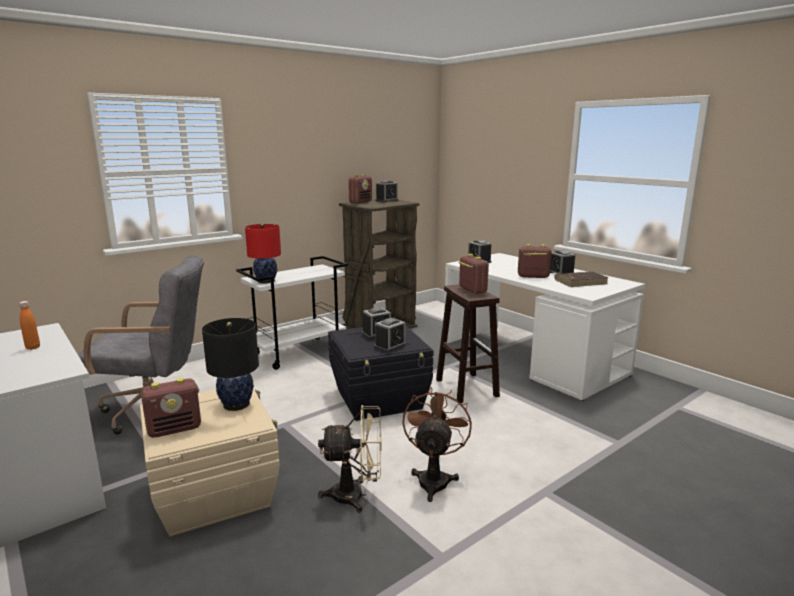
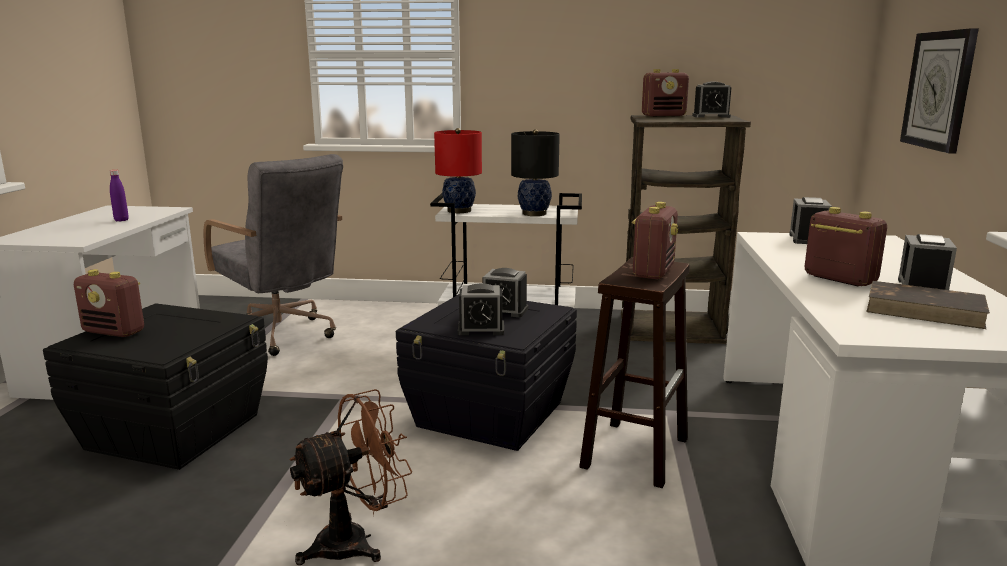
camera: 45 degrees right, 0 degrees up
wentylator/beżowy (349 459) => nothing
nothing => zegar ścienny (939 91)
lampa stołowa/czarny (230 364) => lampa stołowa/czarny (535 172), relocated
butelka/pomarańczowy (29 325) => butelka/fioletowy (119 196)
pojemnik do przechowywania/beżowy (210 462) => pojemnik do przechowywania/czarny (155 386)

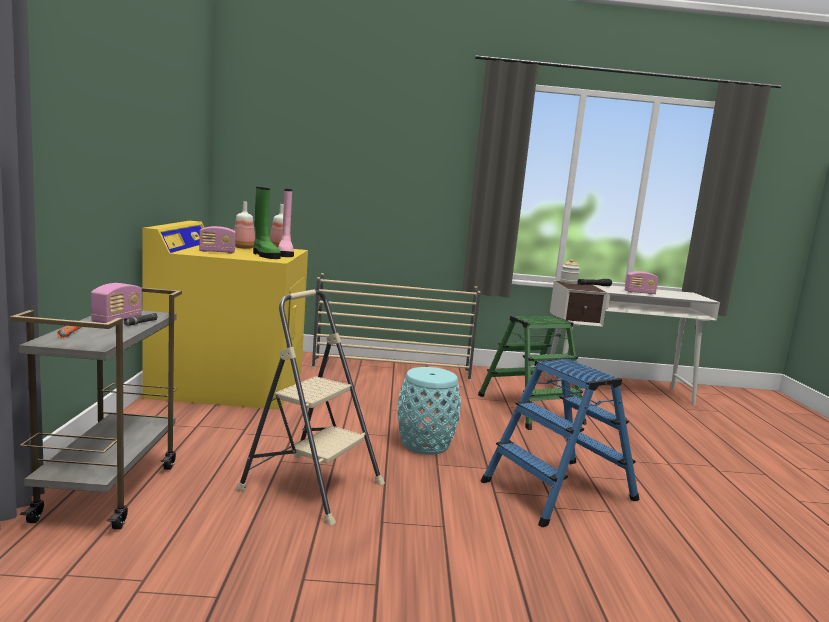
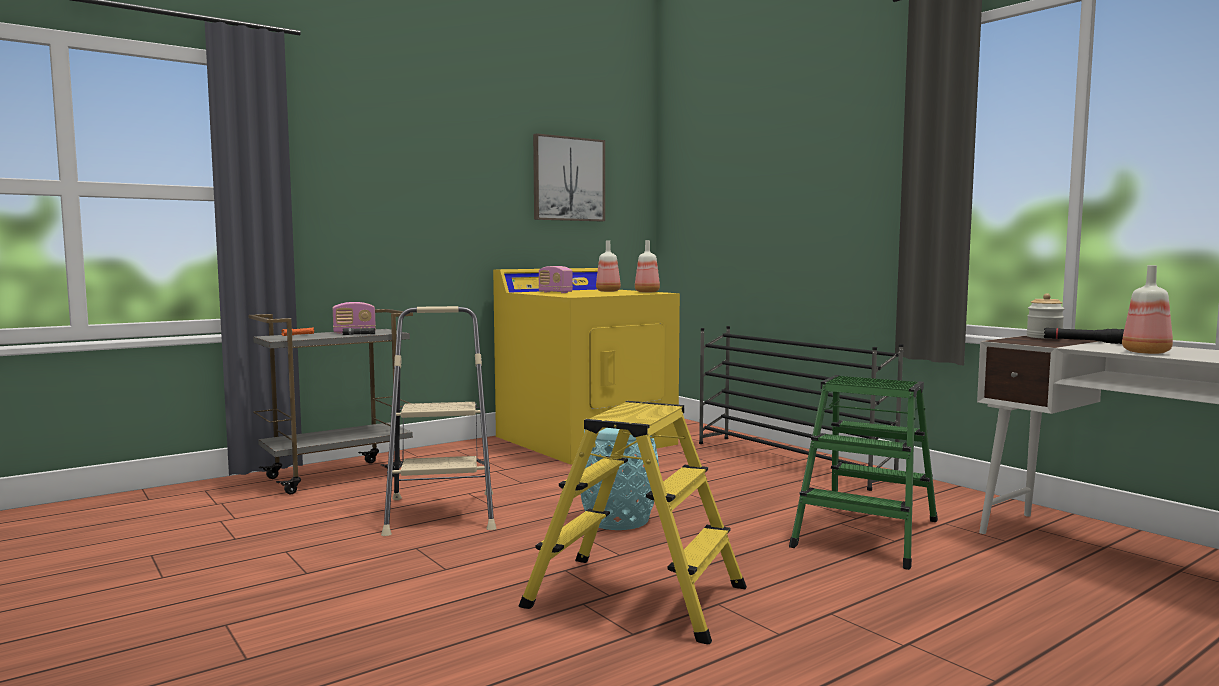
camera: 55 degrees right, 5 degrees down
but z cholewką/zielony (267 223) => nothing
but z cholewką/różowy (286 223) => nothing
nothing => obraz (569 177)
radio (642 283) => butelka (1147 309)
regał na buty/beżowy (396 327) => regał na buty/czarny (801 408)
drabinka/niebieski (560 442) => drabinka/żółty (633 522)

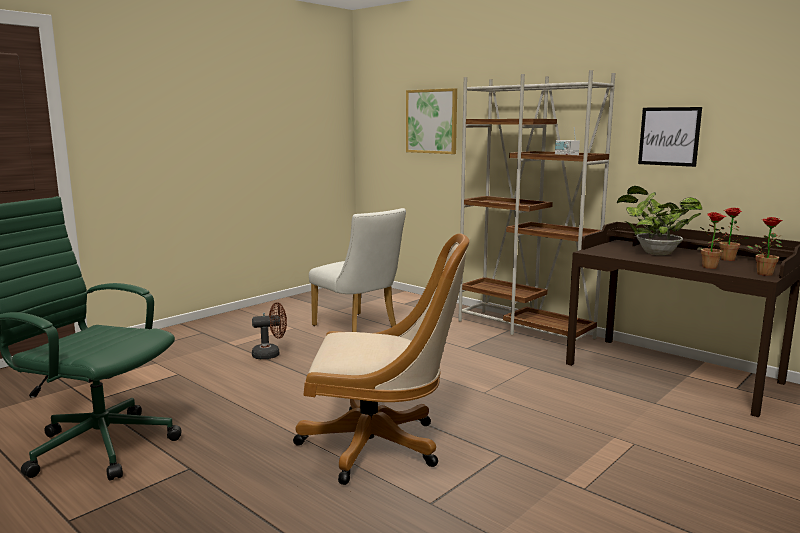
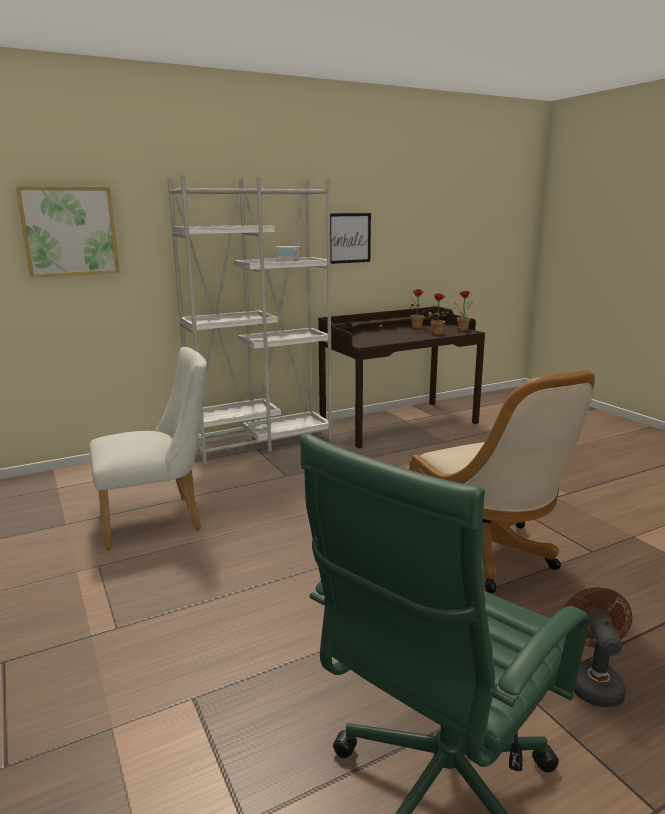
camera: 70 degrees left, 5 degrees up
roślina doniczkowa (660 220) => nothing
wentylator/brązowy (269 330) => wentylator/brązowy (598 647), relocated
regał/brązowy (536 205) => regał/biały (250 320)
krzesło biurowe (381 359) => krzesło biurowe (502 481), 135 degrees clockwise

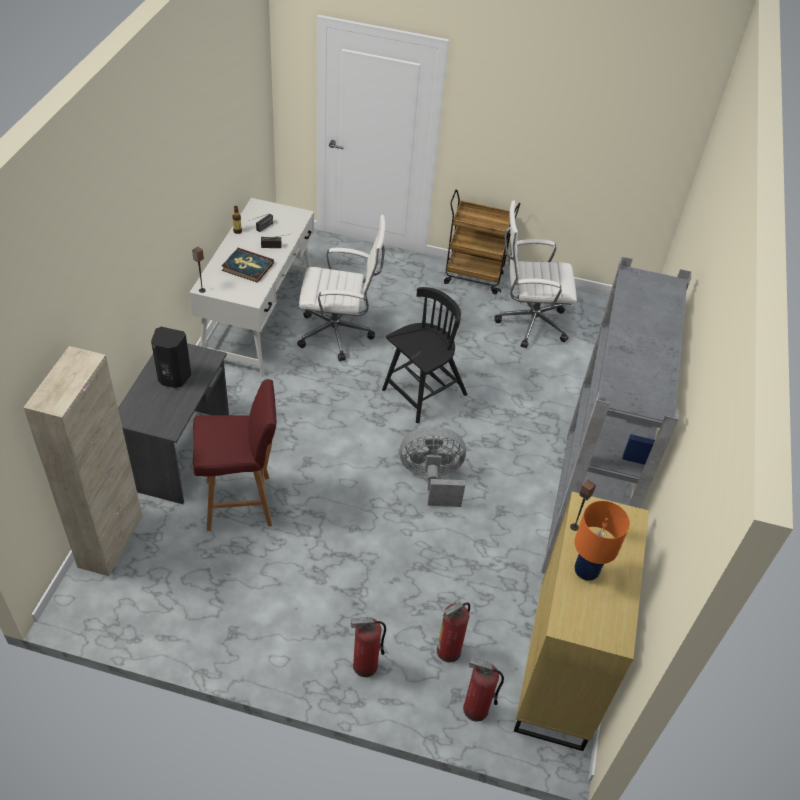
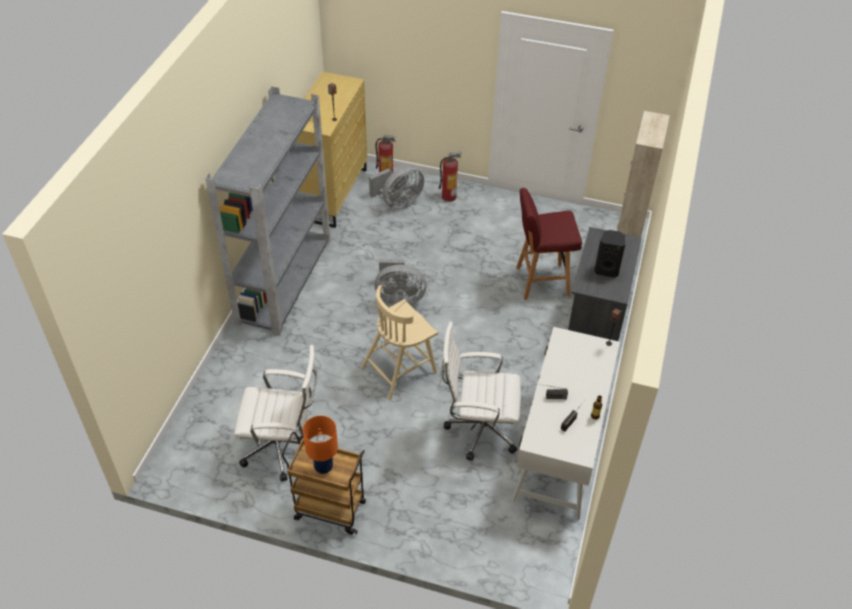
camera: 175 degrees left, 0 degrees up
książka (248 265) => nothing
lampa stołowa/pomarańczowy (602 541) => lampa stołowa/pomarańczowy (320 445), relocated
gaśnica (453 632) => wentylator/szary (396 187)
krzesło/czarny (424 355) => krzesło/beżowy (399 342)

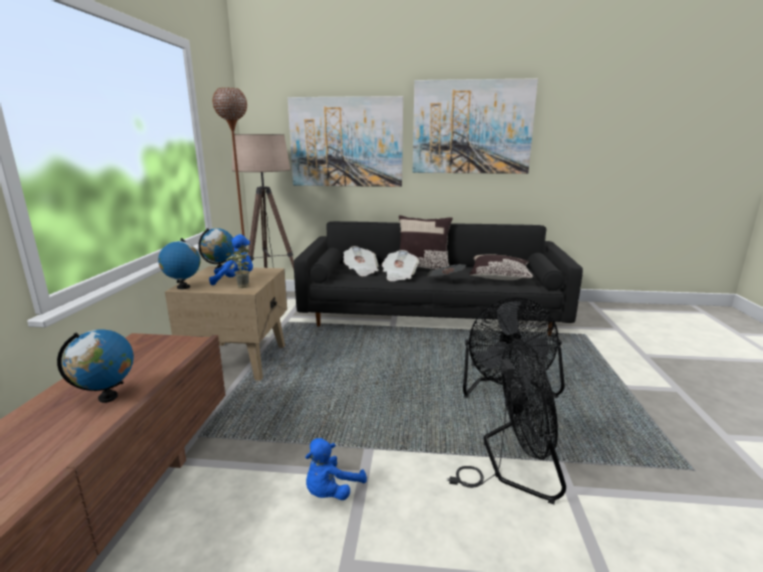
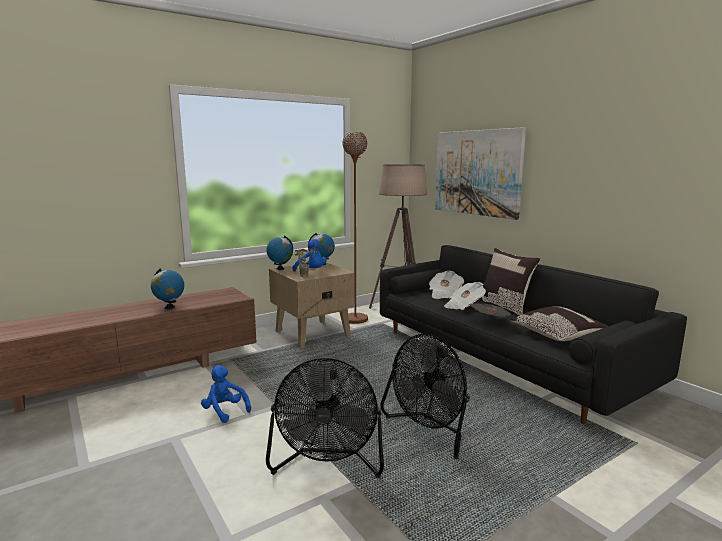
camera: 50 degrees right, 5 degrees down
obraz (475 126) => nothing
pluszak/niebieski (336 469) => pluszak/niebieski (226 394), 45 degrees clockwise
wentylator/czarny (506 423) => wentylator/czarny (325 418), 45 degrees clockwise

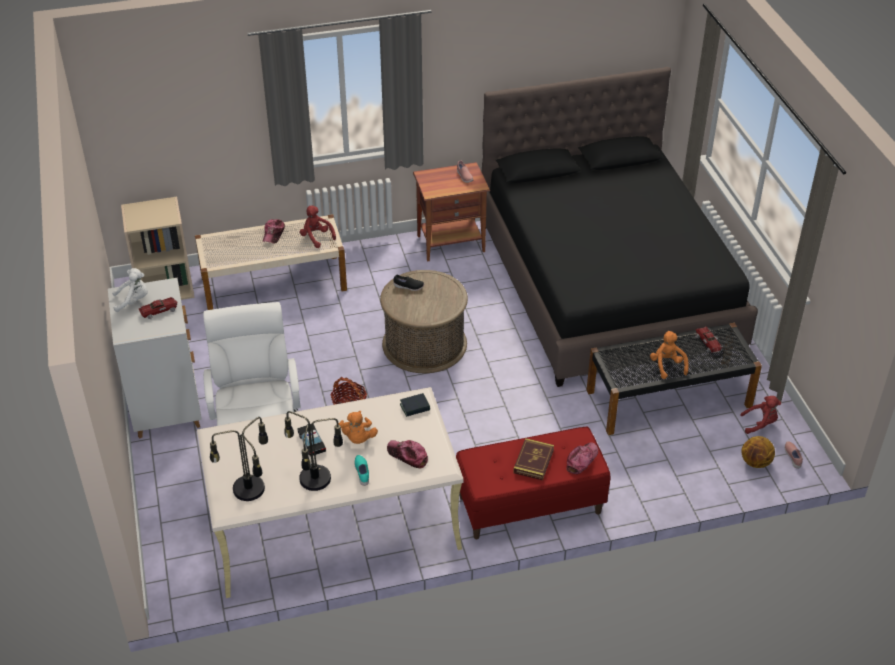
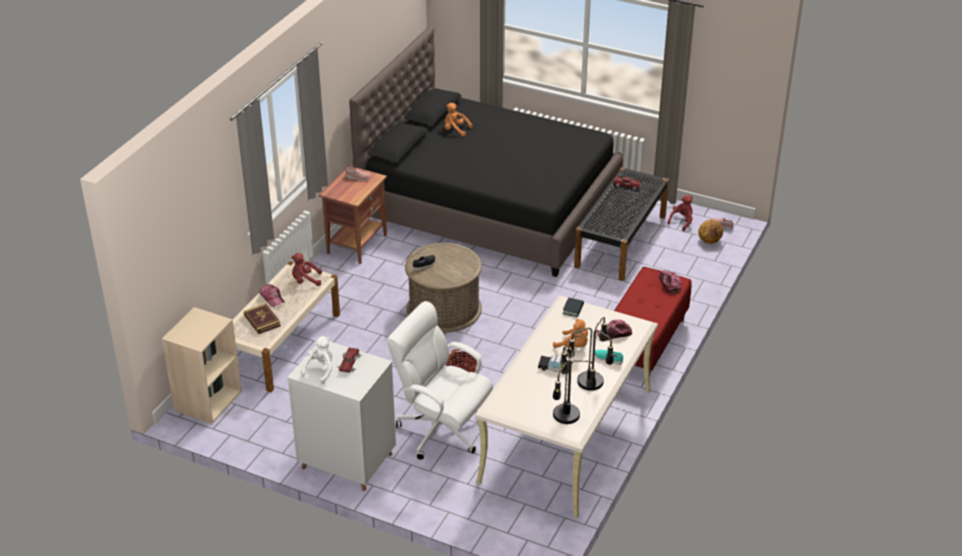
camera: 50 degrees left, 5 degrees down
książka (533 459) => książka (262 318), relocated
pluszak/pomarańczowy (669 355) => pluszak/pomarańczowy (458 119), relocated

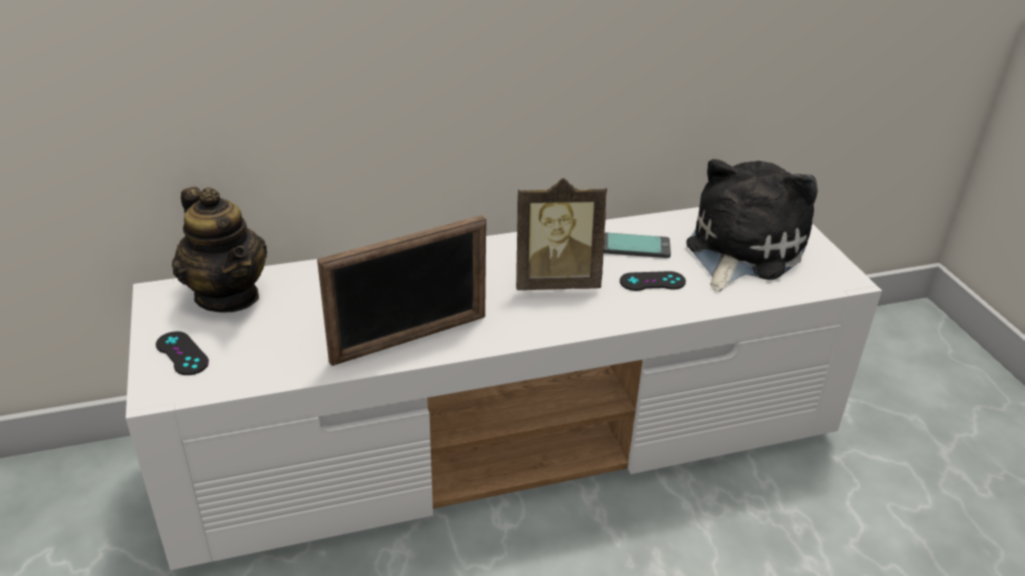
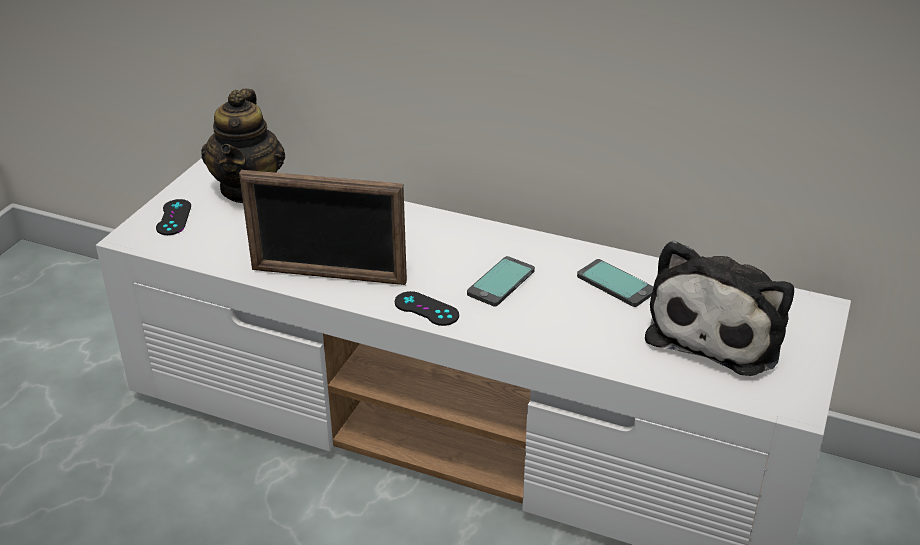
camera: 40 degrees right, 0 degrees up
pad do gier/czarny (653 281) => pad do gier/czarny (427 308), relocated
ramka na zdjęcie (561 234) => telefon (501 281)
pluszak (752 225) => pluszak (719 308), 135 degrees clockwise

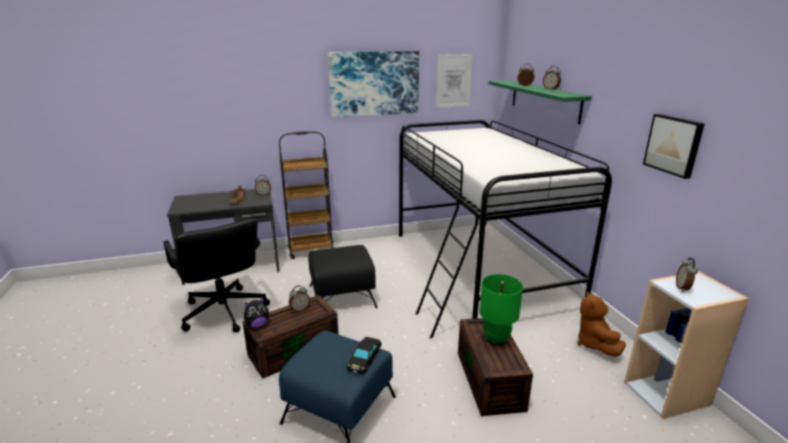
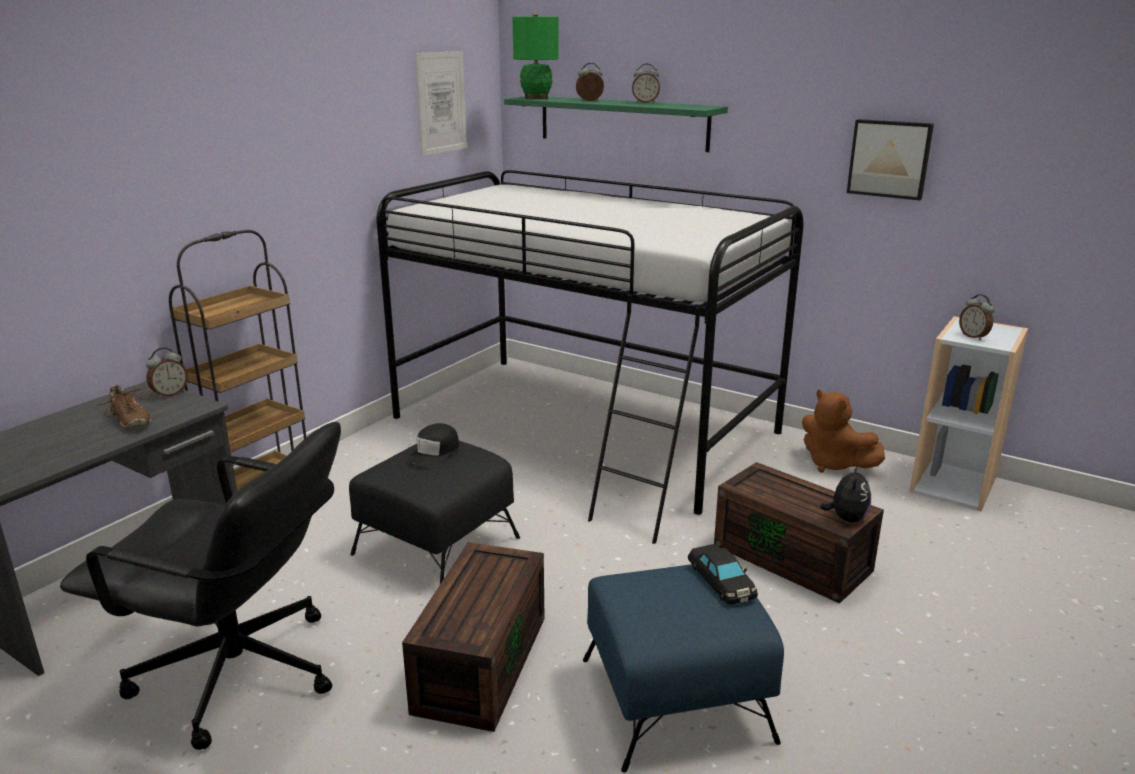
camera: 40 degrees left, 0 degrees up
budzik (299 298) => nothing
obraz (373 84) => nothing
nothing => czapka z daszkiem/czarny (432 446)
pluszak (256 312) => pluszak (845 493), relocated
lampa stołowa/zielony (501 310) => lampa stołowa/zielony (535 55), relocated

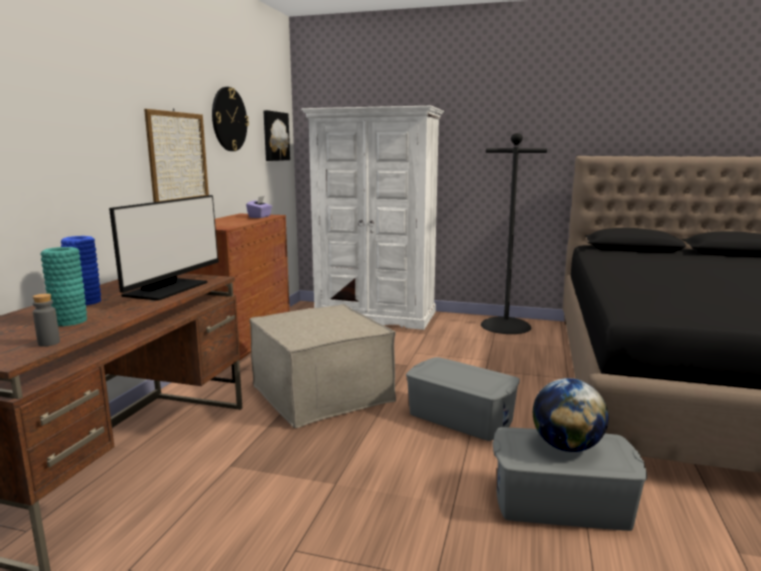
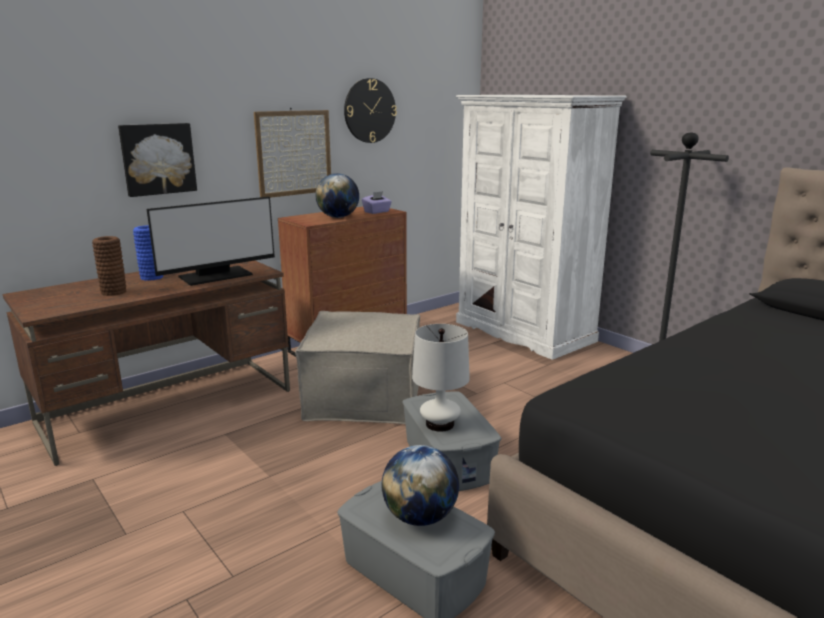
camera: 35 degrees right, 5 degrees up
butelka/szary (46 320) => nothing
nothing => globus (337 195)
nothing => lampa stołowa/biały (441 378)
obraz (276 135) => obraz (157 160), relocated
wazon/turkusowy (63 286) => wazon/brązowy (109 266)

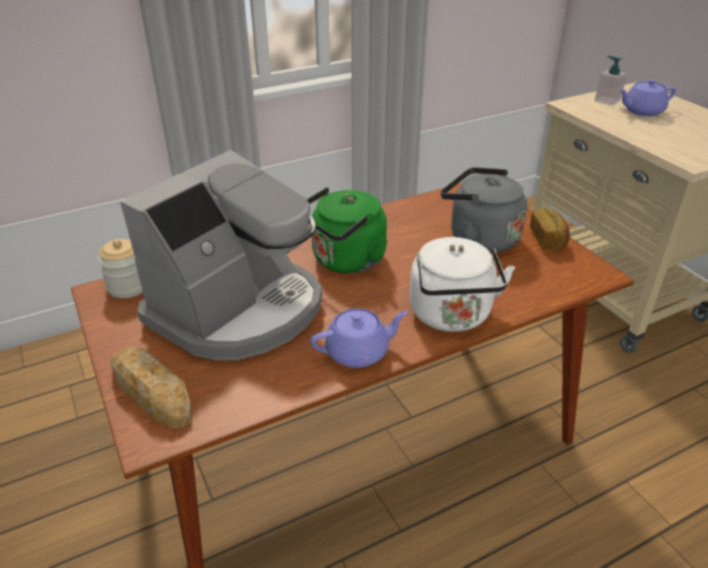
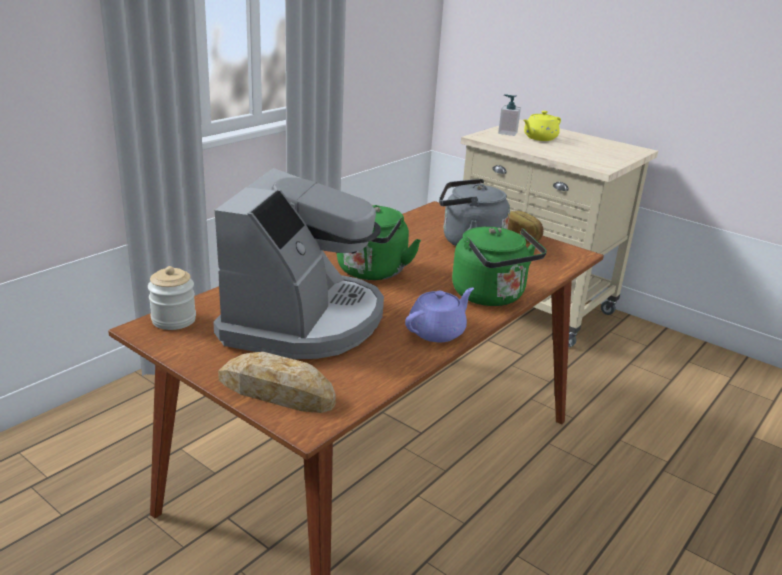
camera: 25 degrees left, 10 degrees down
czajnik/biały (462 284) => czajnik/zielony (499 266)
imbryk/fioletowy (647 97) => imbryk/żółty (542 126)

